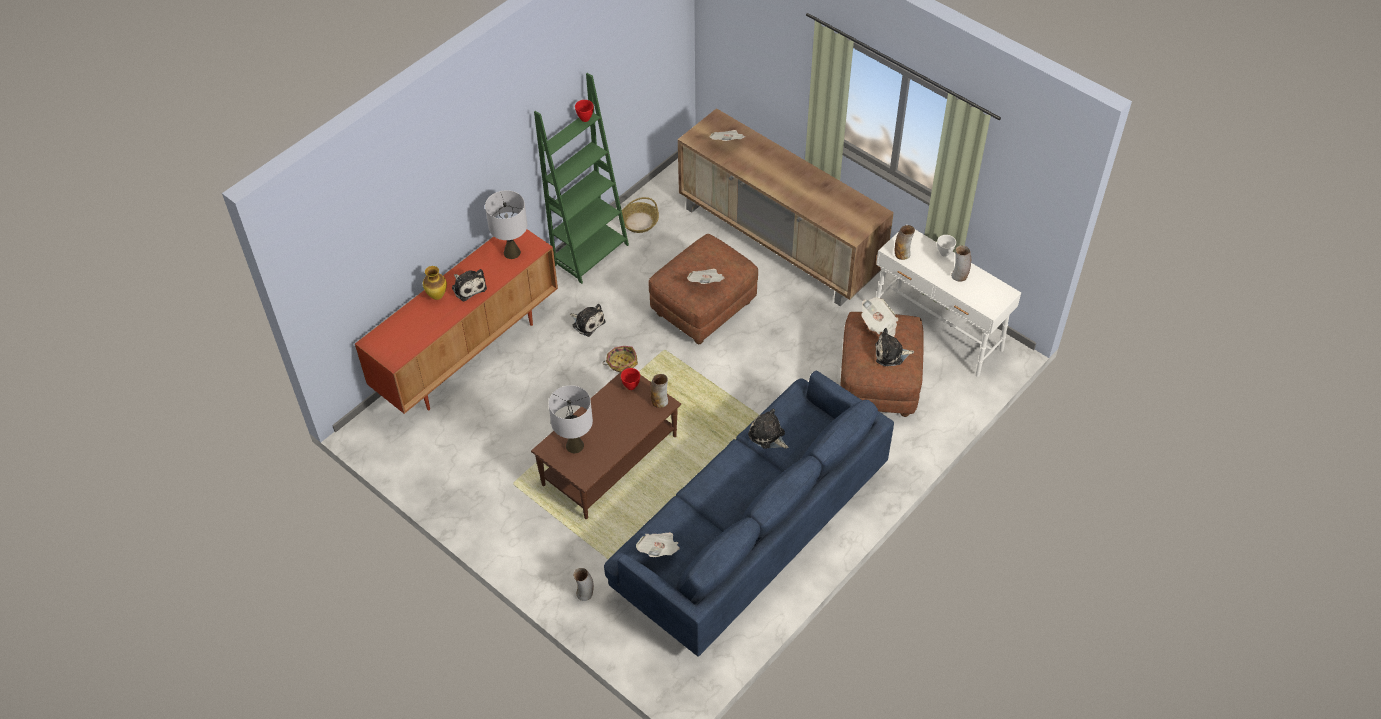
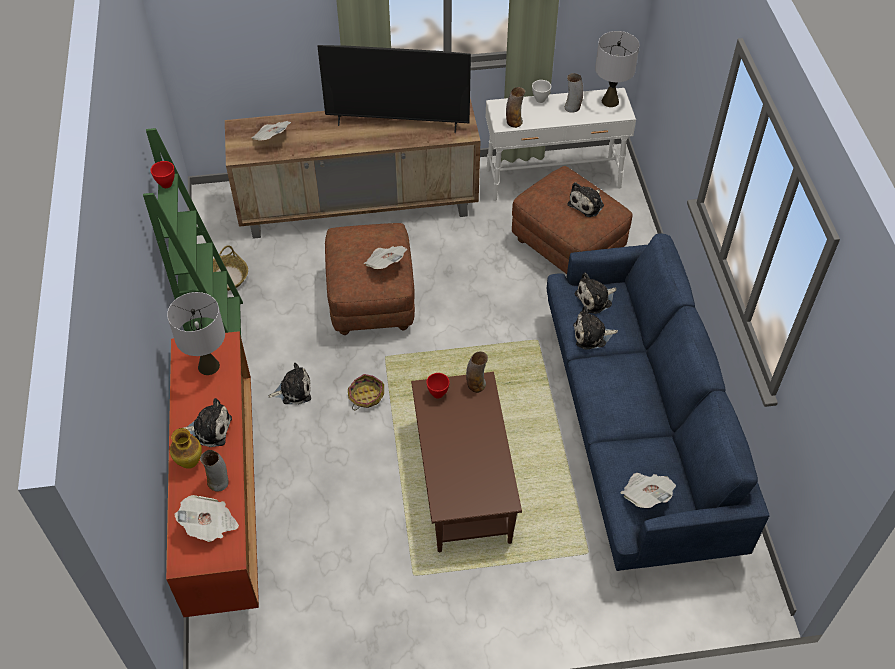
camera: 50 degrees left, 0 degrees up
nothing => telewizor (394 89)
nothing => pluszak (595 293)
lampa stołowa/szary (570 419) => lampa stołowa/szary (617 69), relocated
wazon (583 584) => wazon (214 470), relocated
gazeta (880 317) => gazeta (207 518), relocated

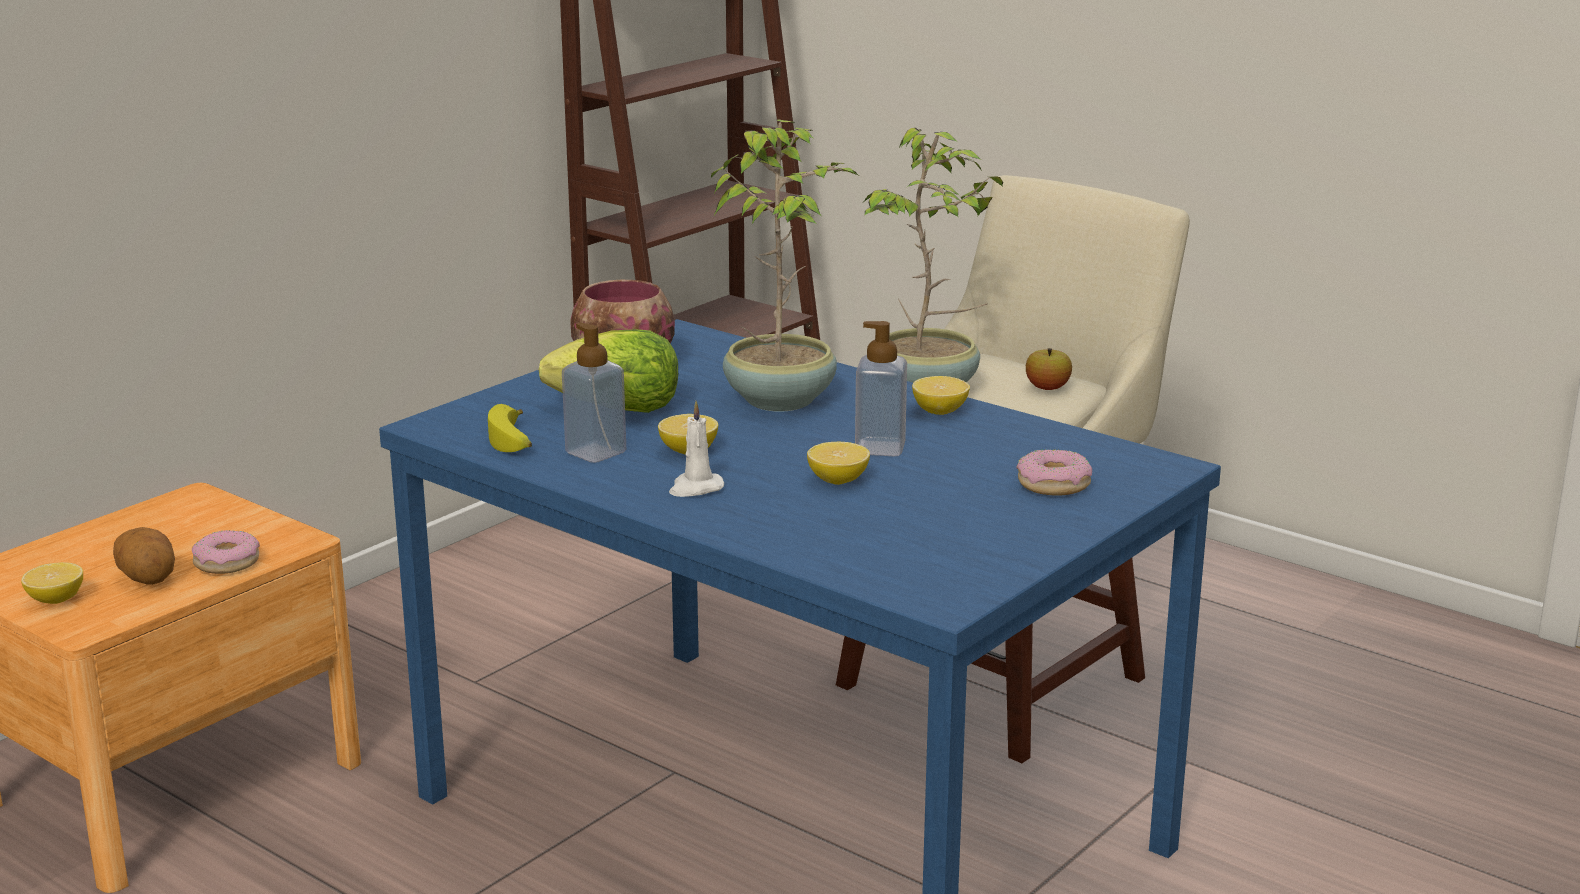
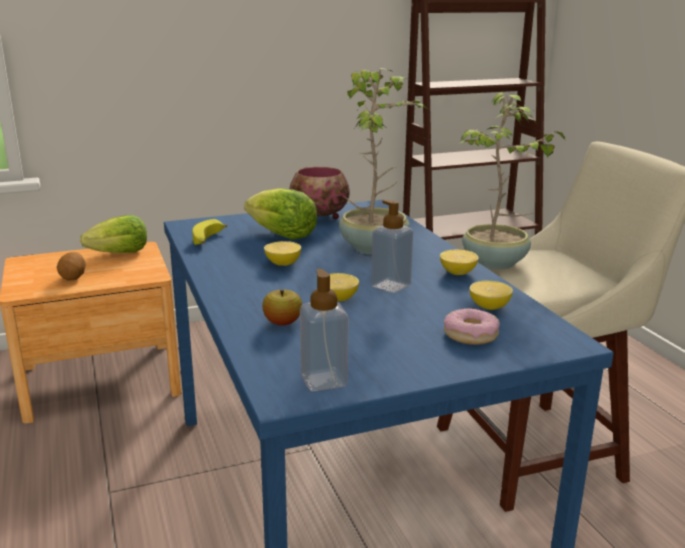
camera: 30 degrees right, 0 degrees up
donut (226 552) => nothing
świeca/biały (696 449) => nothing
nothing => sałata (113 234)
cytryna (52 583) => cytryna (491 295), relocated
dozownik mydła (594 392) => dozownik mydła (324 330), relocated
jabłko (1049 369) => jabłko (282 307), relocated

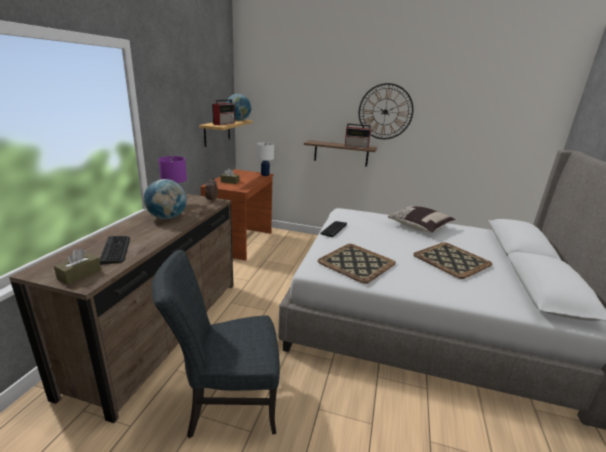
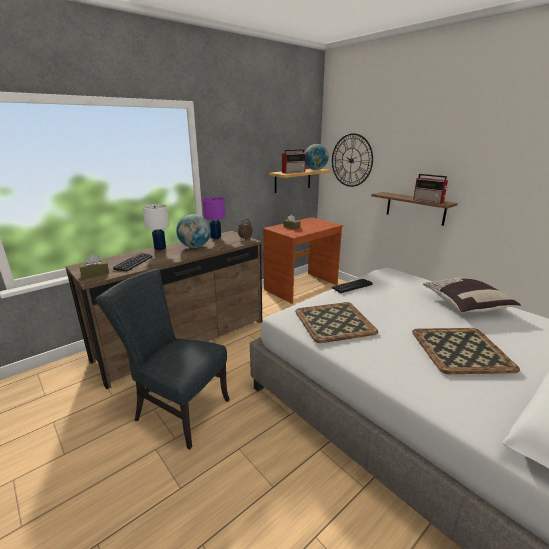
camera: 35 degrees right, 0 degrees up
lampa stołowa/biały (265 159) => lampa stołowa/biały (155 227), relocated
zegar ścienny (386 111) => zegar ścienny (352 160), relocated

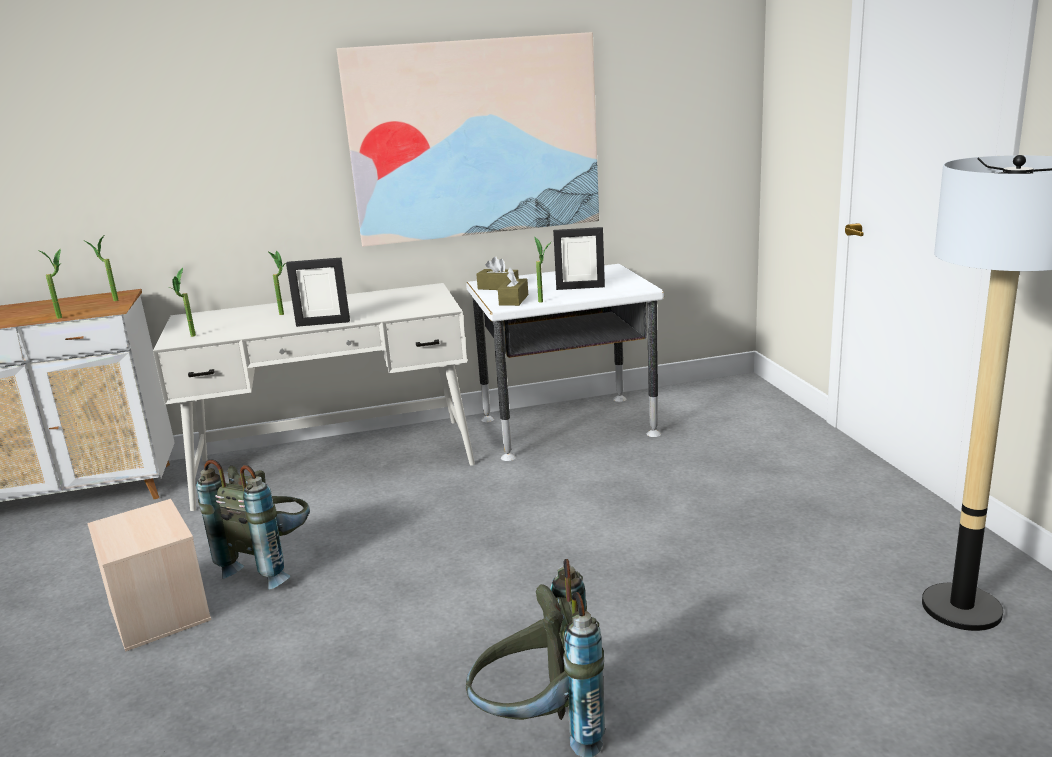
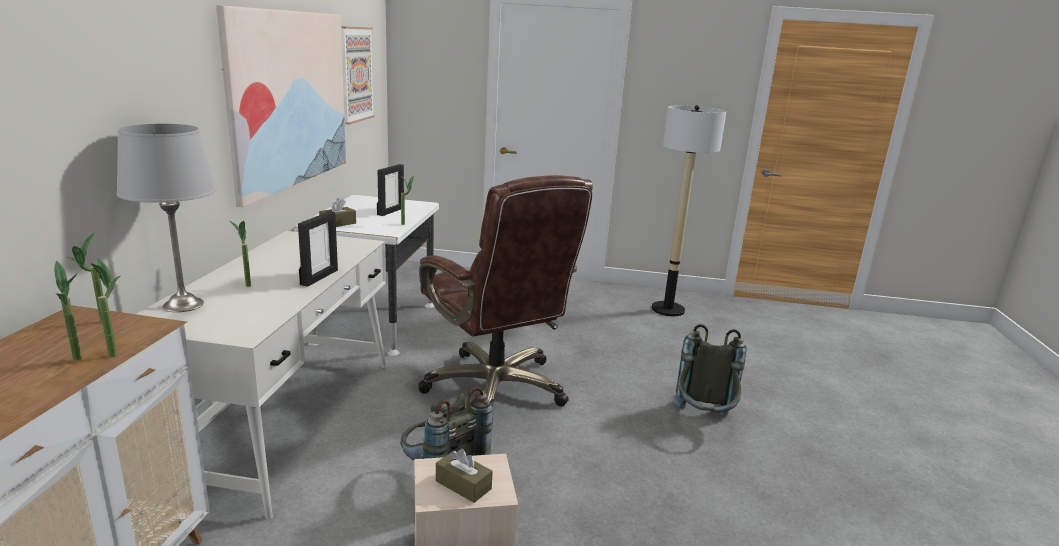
camera: 70 degrees left, 0 degrees up
nothing => lampa stołowa/szary (166 218)
nothing => obraz (358 75)
nothing => krzesło biurowe/brązowy (505 291)
roślina doniczkowa (182 302) => roślina doniczkowa (68 311), relocated
pudełko chusteczek/brązowy (513 287) => pudełko chusteczek/brązowy (464 476), relocated

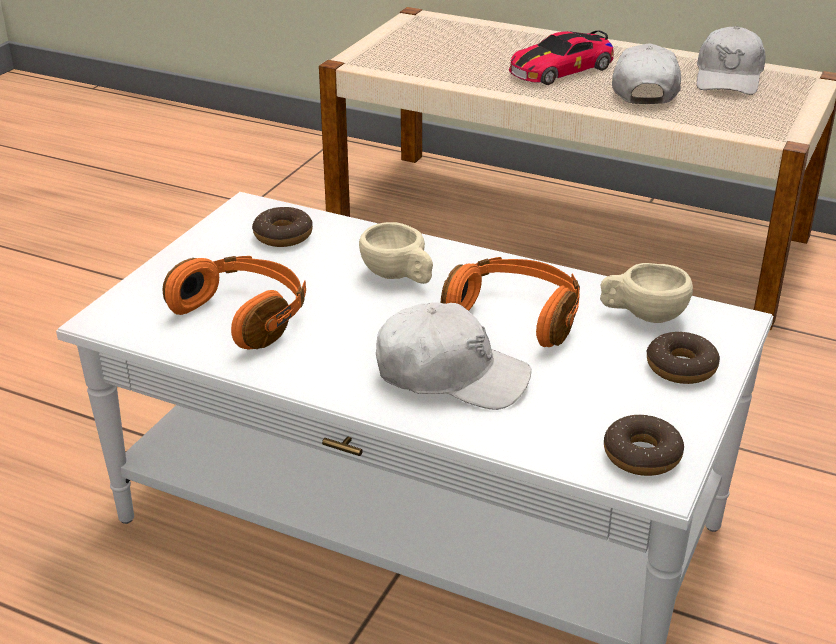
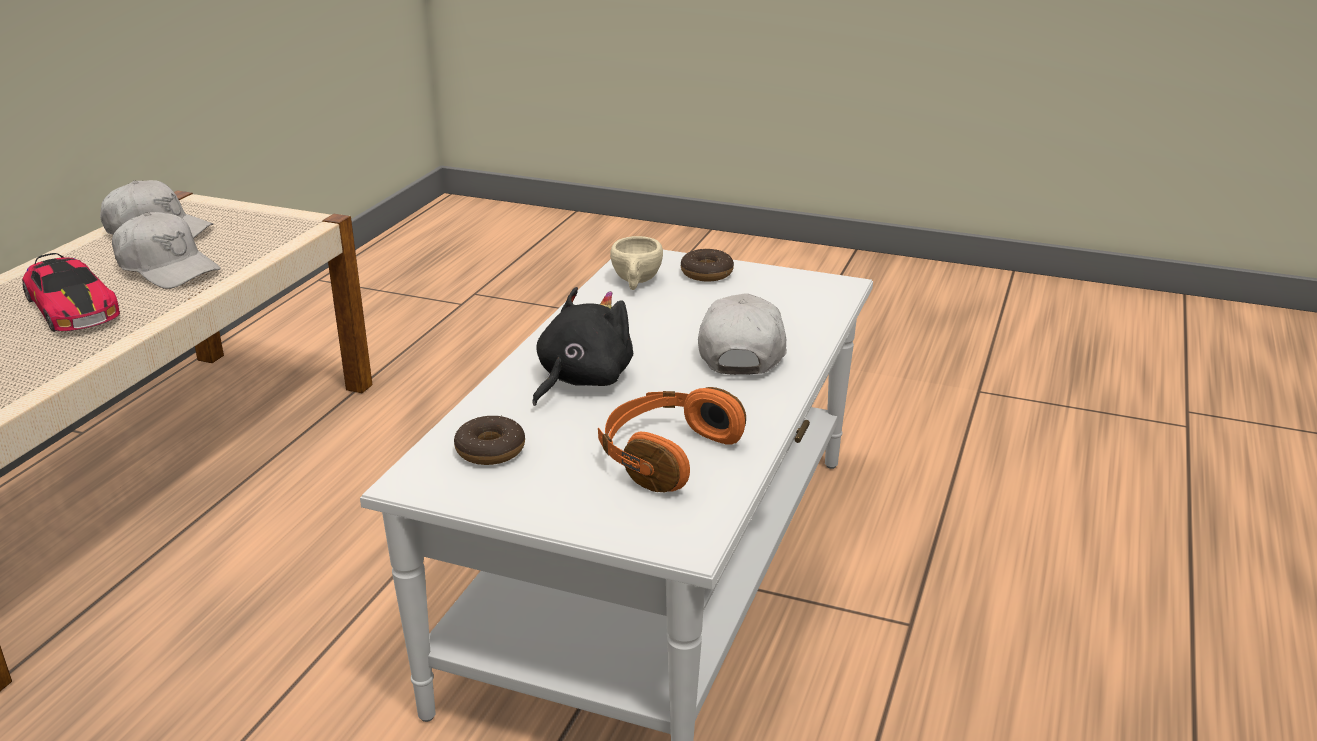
camera: 95 degrees left, 5 degrees down
słuchawki/pomarańczowy (510 302) => nothing
donut (644 445) => nothing
filiżanka/beżowy (396 253) => pluszak/czarny (582 346)
czapka z daszkiem/biały (646 74) => czapka z daszkiem/biały (166 250), 150 degrees counterclockwise

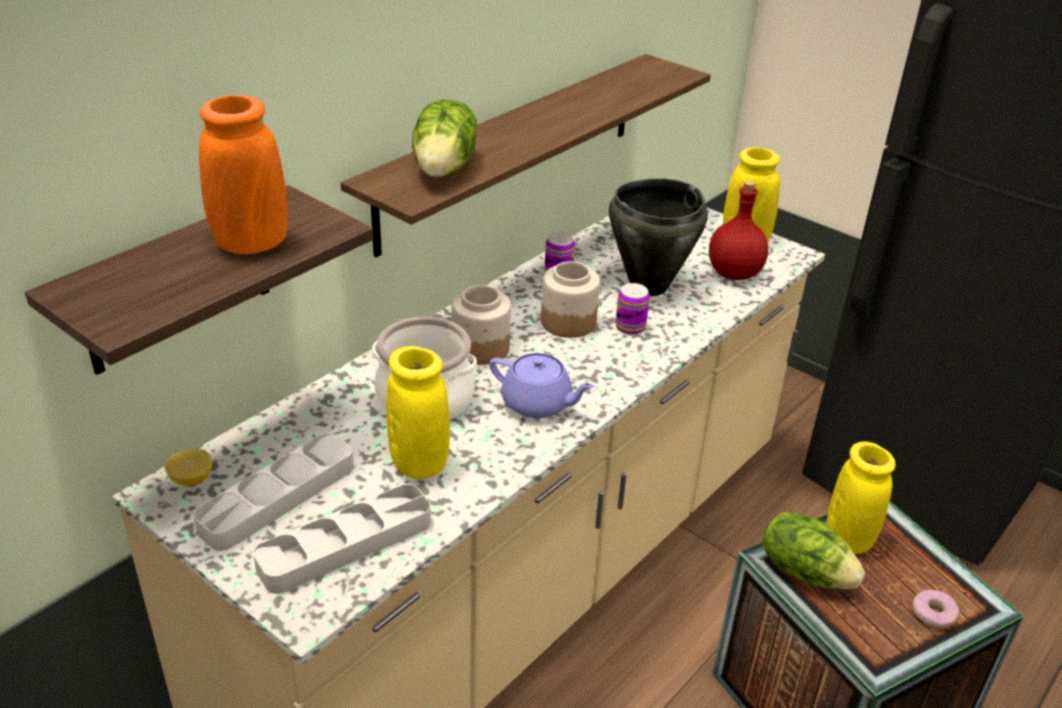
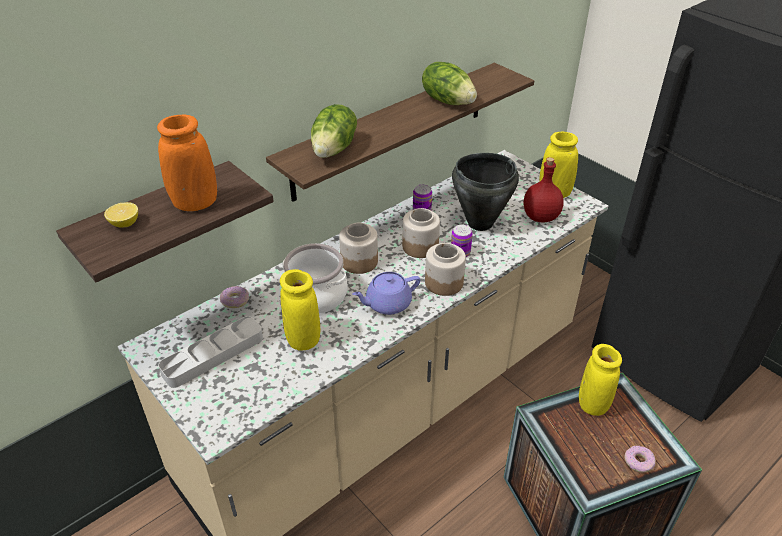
camera: 10 degrees right, 5 degrees up
taca/szary (342 539) => nothing
nothing => donut (234 297)
nothing => słoik (445 269)
cytryna (188 467) => cytryna (121 215), relocated
sałata (814 550) => sałata (449 83), relocated
imbryk/fioletowy (542 386) => imbryk/fioletowy (386 293), 120 degrees clockwise

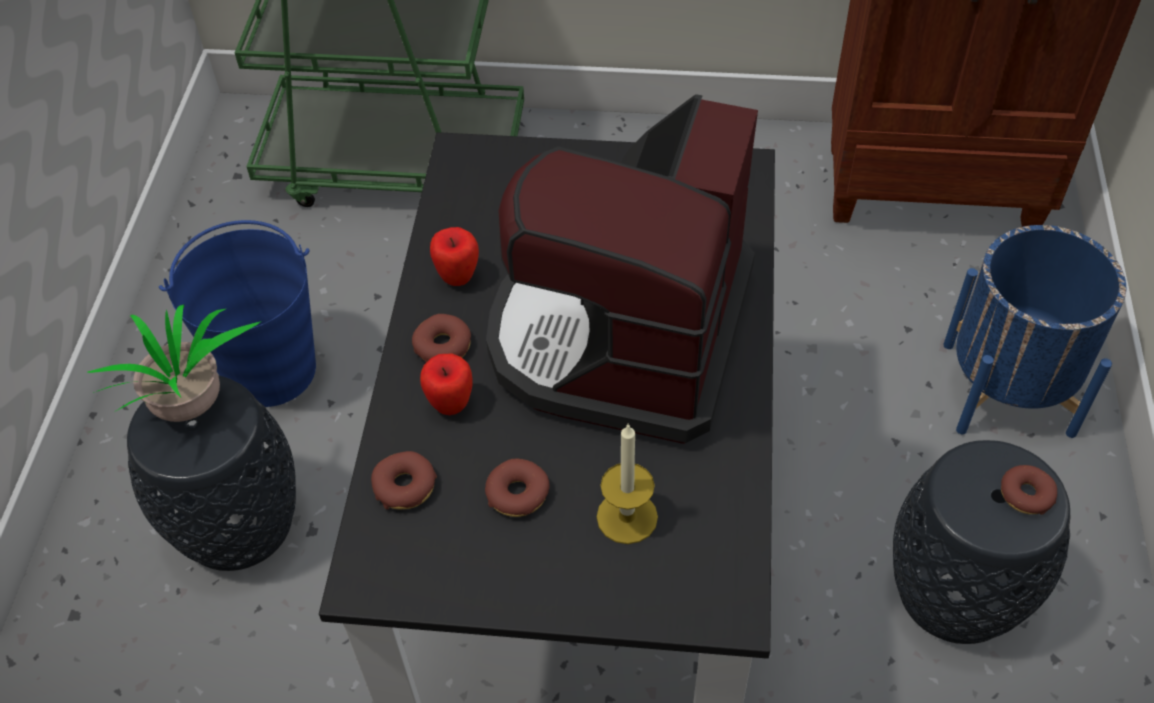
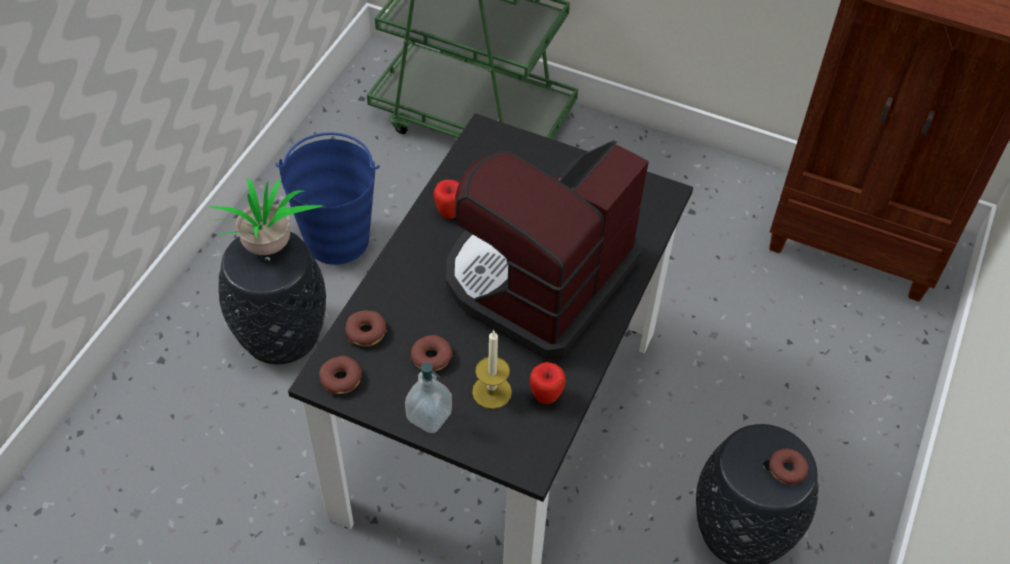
camera: 15 degrees right, 0 degrees up
donica/niebieski (1034 331) => nothing
nothing => dozownik mydła (428 398)
donut (441 338) => donut (340 375), relocated
jabłko (446 384) => jabłko (548 383), relocated

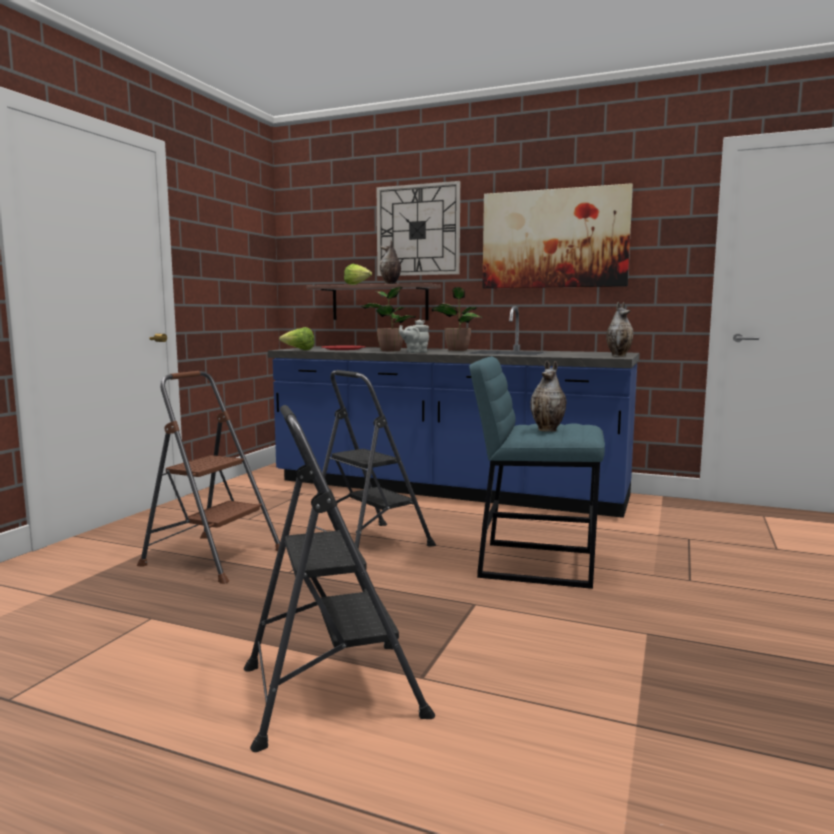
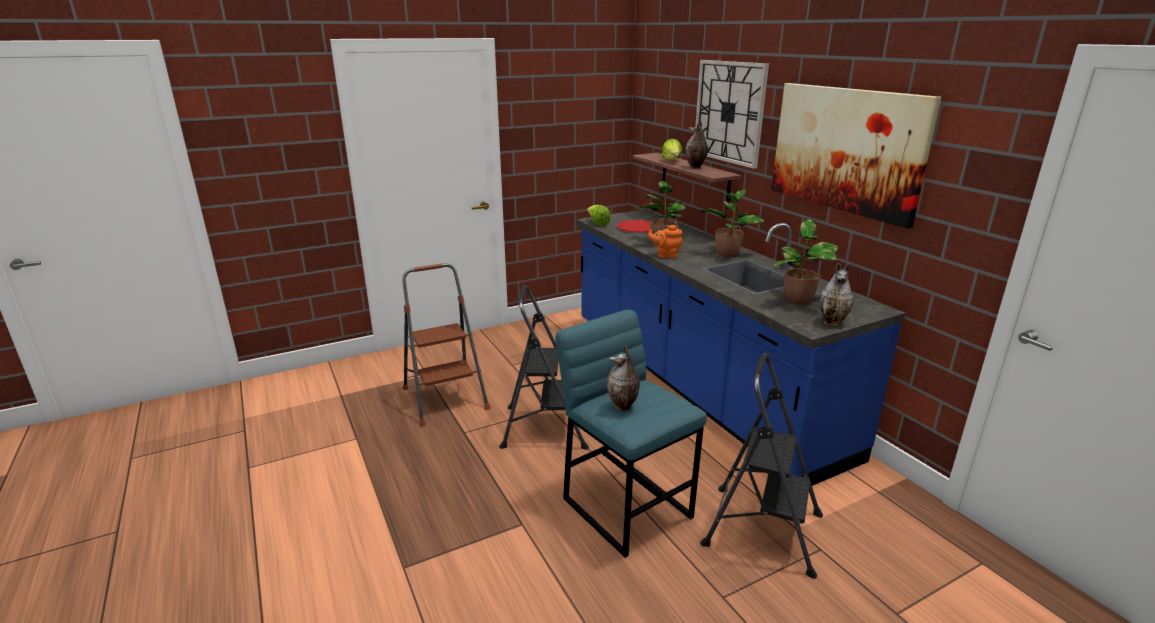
camera: 40 degrees right, 15 degrees up
nothing => roślina doniczkowa (806 261)
drabinka/czarny (339 578) => drabinka/czarny (761 466), relocated
imbryk/szary (414 336) => imbryk/pomarańczowy (665 241)

